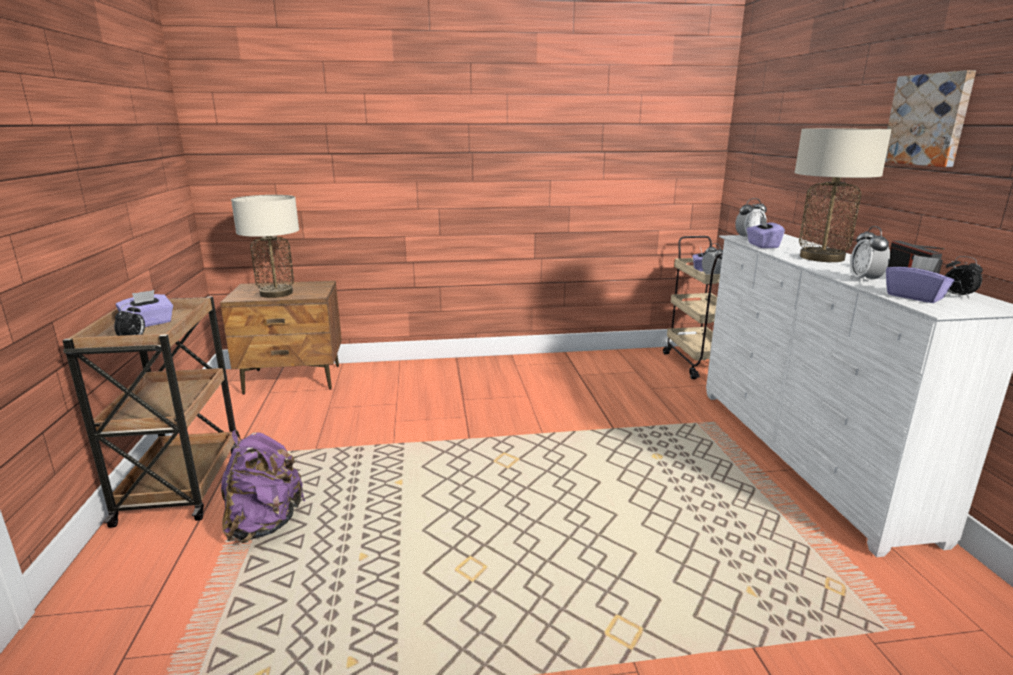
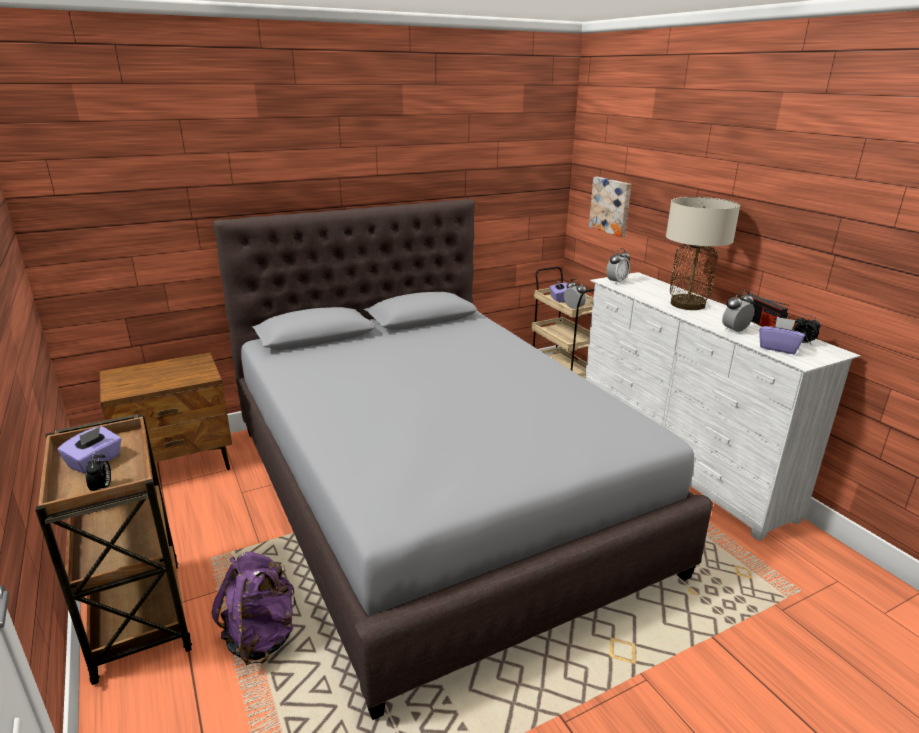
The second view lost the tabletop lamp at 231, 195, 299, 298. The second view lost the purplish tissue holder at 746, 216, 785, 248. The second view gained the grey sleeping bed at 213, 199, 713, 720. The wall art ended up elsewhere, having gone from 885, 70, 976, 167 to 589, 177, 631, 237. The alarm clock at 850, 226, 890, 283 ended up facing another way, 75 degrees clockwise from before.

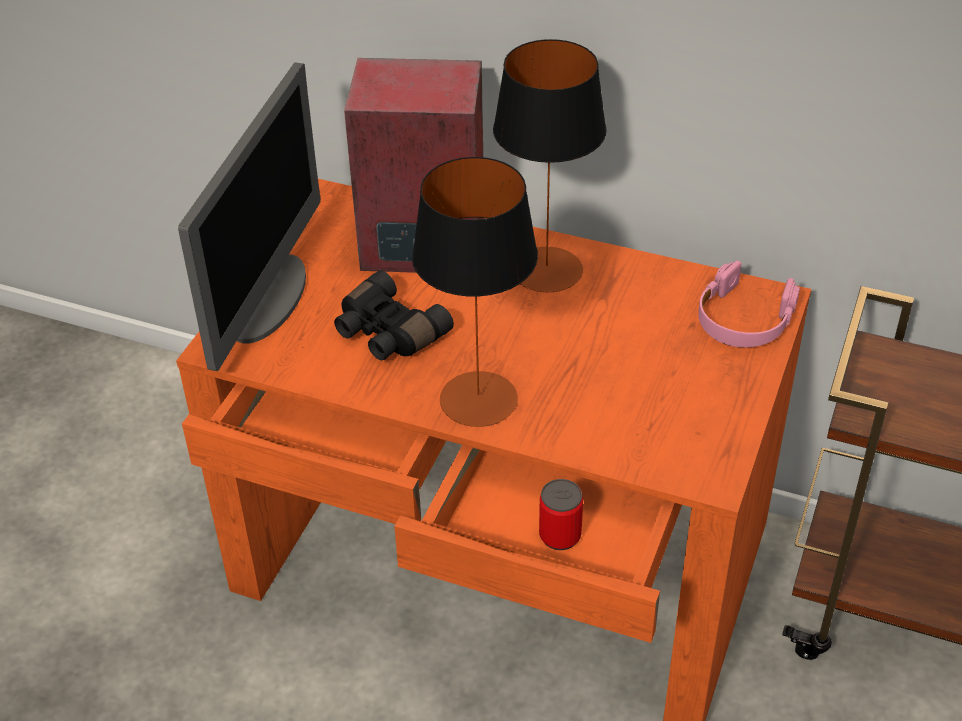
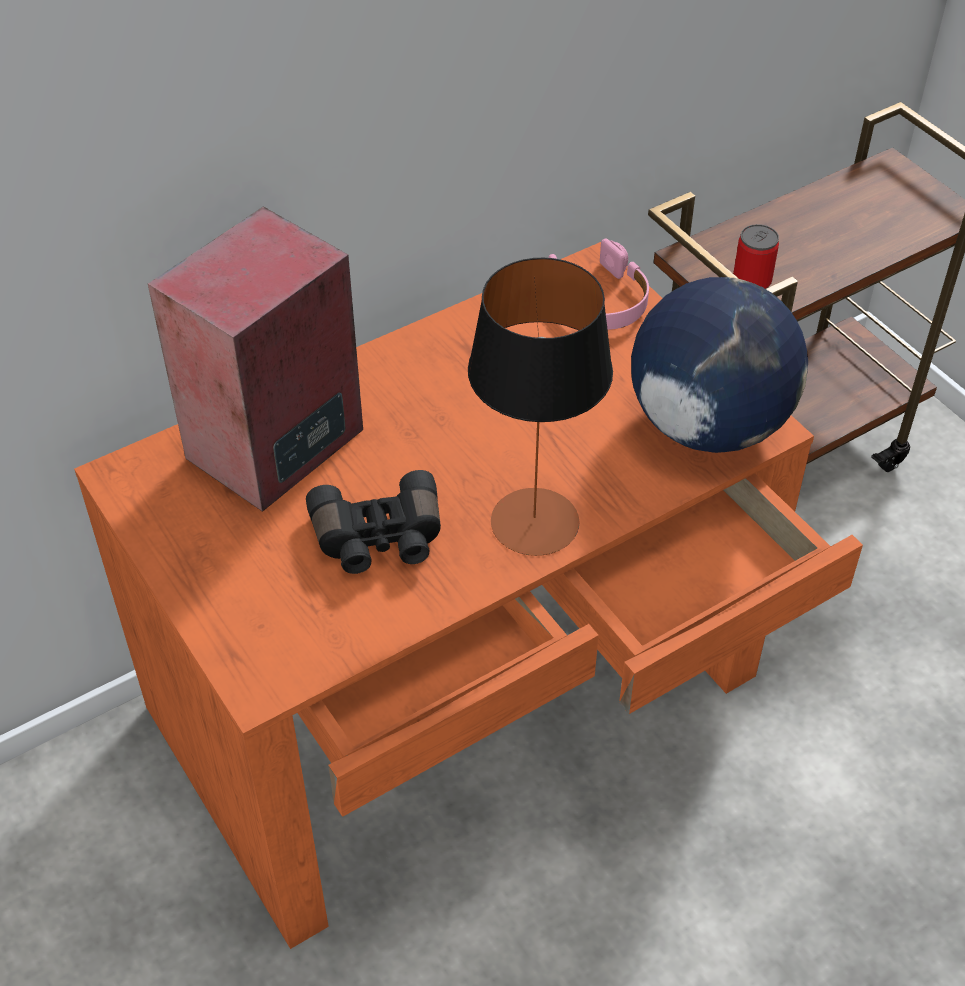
The second view lost the computer display at 178, 62, 321, 371. The second view lost the tabletop lamp at 493, 39, 607, 292. The second view gained the globe at 631, 277, 808, 453. The metal can ended up elsewhere, having gone from 539, 479, 583, 550 to 733, 224, 779, 289.

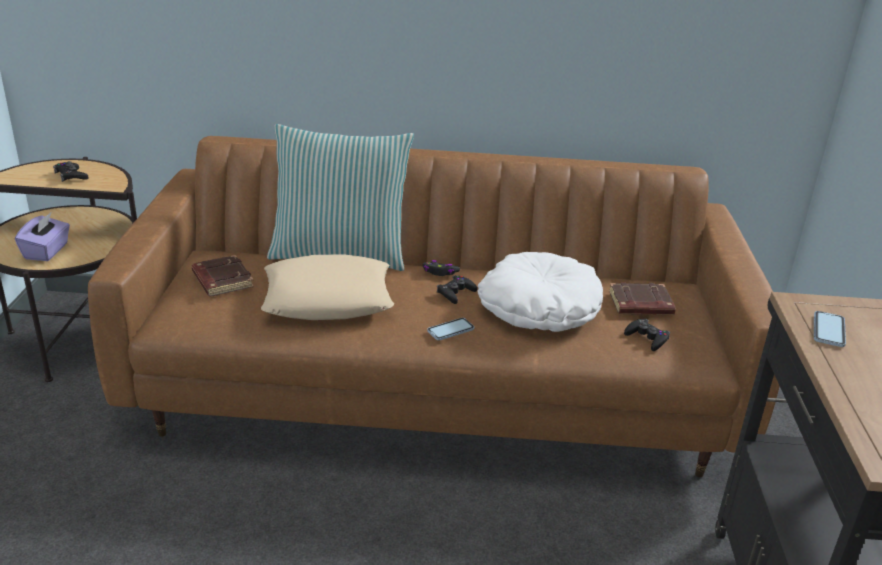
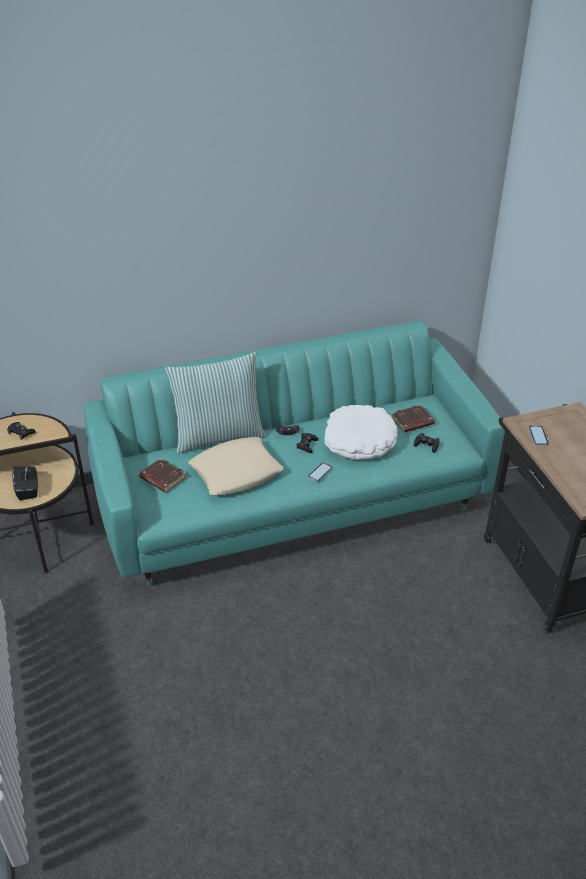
What was the purplish tissue holder at 15, 213, 70, 261 turned into the black-coloured tissue holder at 12, 466, 38, 500. What was the brownish sofa at 88, 136, 780, 477 turned into the turquoise-coloured sofa at 84, 321, 505, 585.

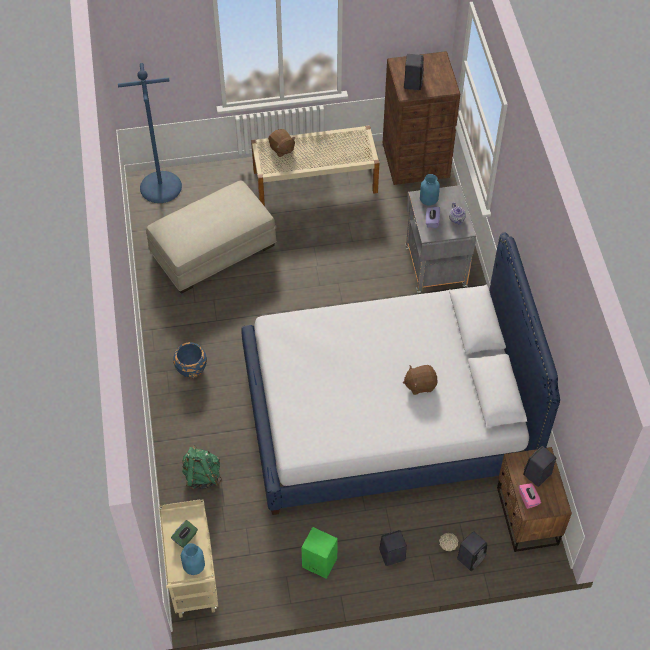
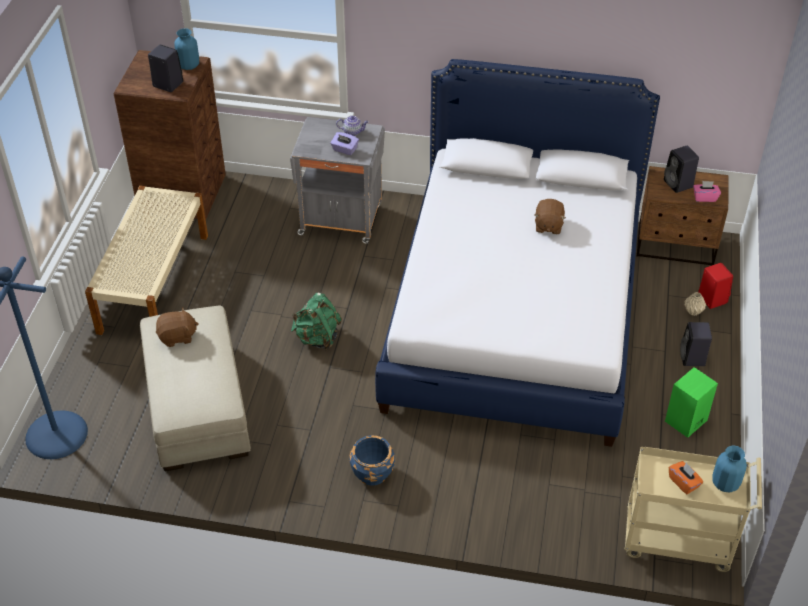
The greenish backpack ended up elsewhere, having gone from 182, 445, 222, 489 to 291, 293, 342, 350. The brownish soft toy ended up elsewhere, having gone from 268, 129, 296, 157 to 156, 307, 199, 347. The blue-coloured decorative vase ended up elsewhere, having gone from 420, 174, 440, 206 to 174, 28, 199, 70. What was the greenish tissue holder at 171, 520, 198, 548 turned into the orange-coloured tissue holder at 669, 461, 703, 494. What was the black-coloured speaker at 457, 531, 487, 571 turned into the red speaker at 698, 263, 733, 309.

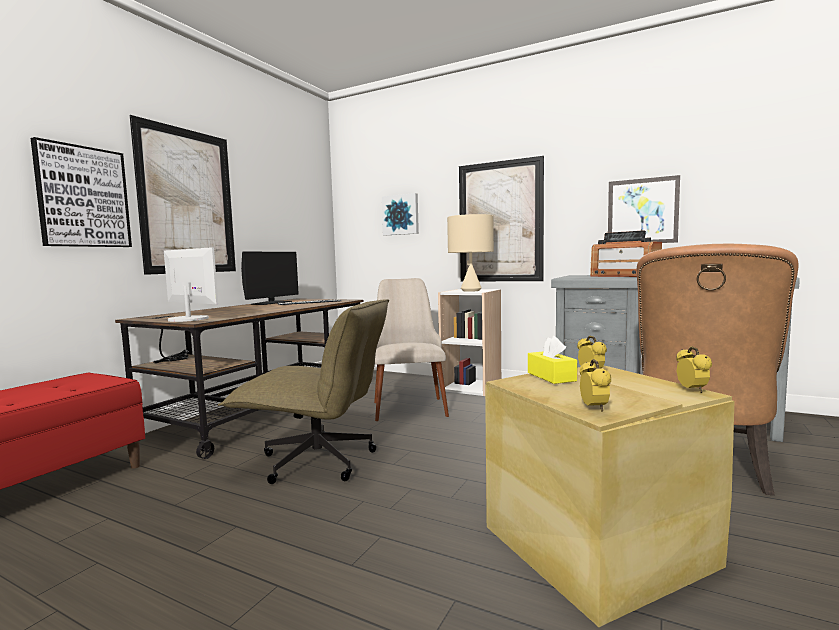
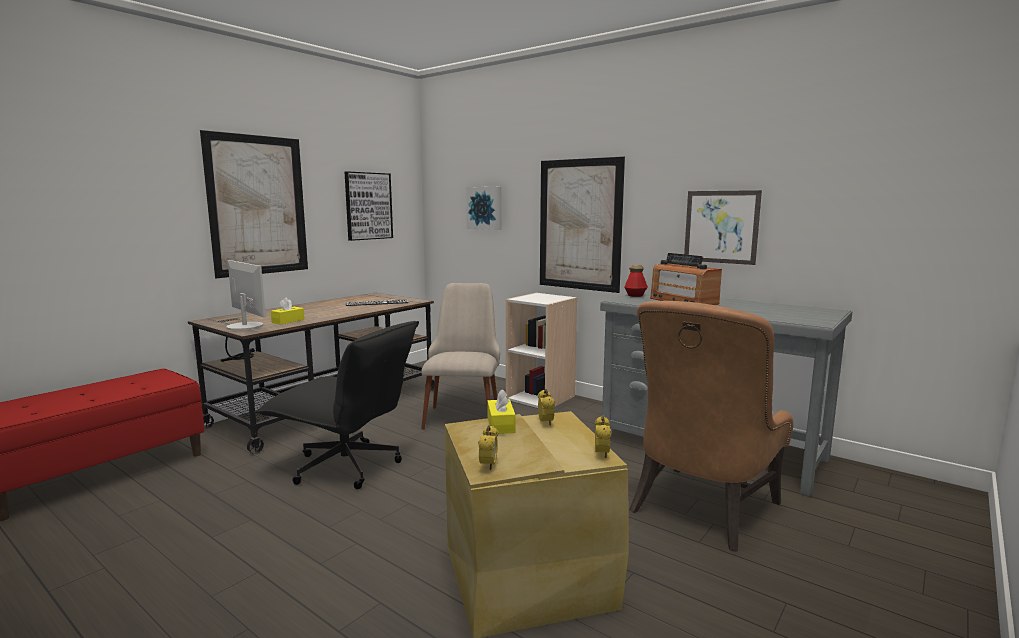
The second view lost the computer display at 241, 252, 299, 305. The second view lost the sand-coloured tabletop lamp at 447, 214, 494, 292. The second view gained the yellow-coloured tissue holder at 271, 298, 305, 324. The second view gained the beverage bottle at 624, 265, 648, 297. The wall art ended up elsewhere, having gone from 31, 137, 132, 247 to 345, 171, 393, 241. What was the sand-coloured office chair at 218, 299, 389, 484 turned into the black-coloured office chair at 254, 321, 419, 489.

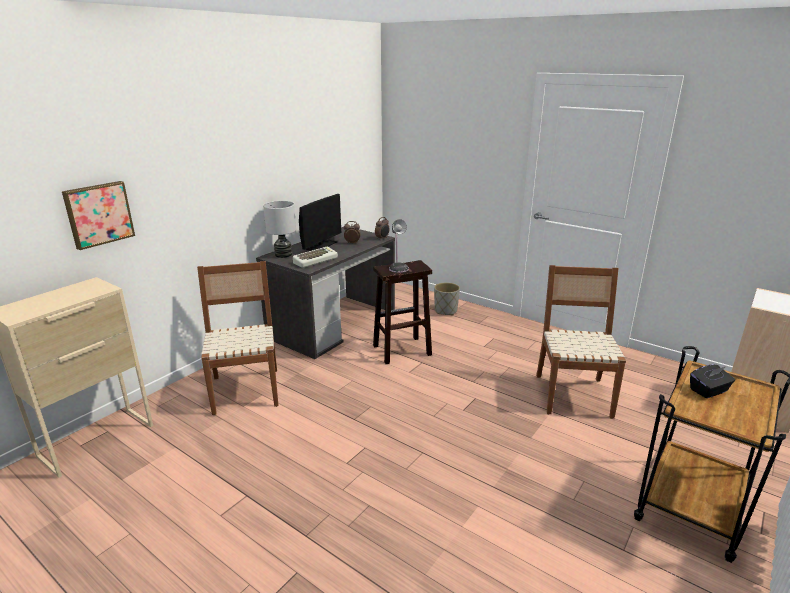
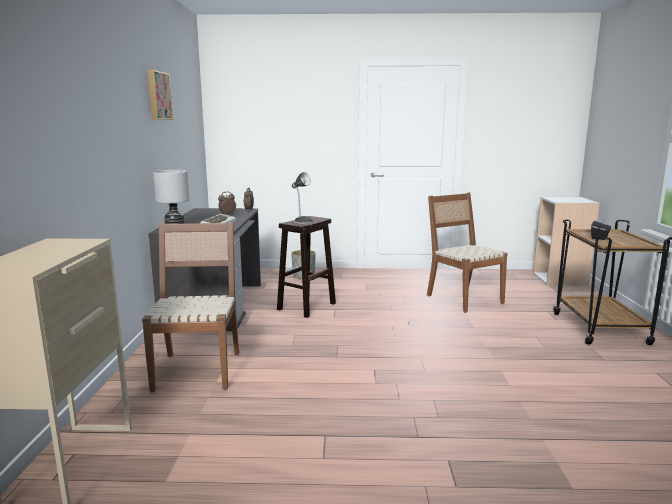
The second view lost the computer display at 299, 194, 341, 251. The wall art ended up elsewhere, having gone from 62, 181, 135, 250 to 147, 70, 173, 120. The upright chair at 197, 261, 279, 415 ended up facing another way, 45 degrees clockwise from before.

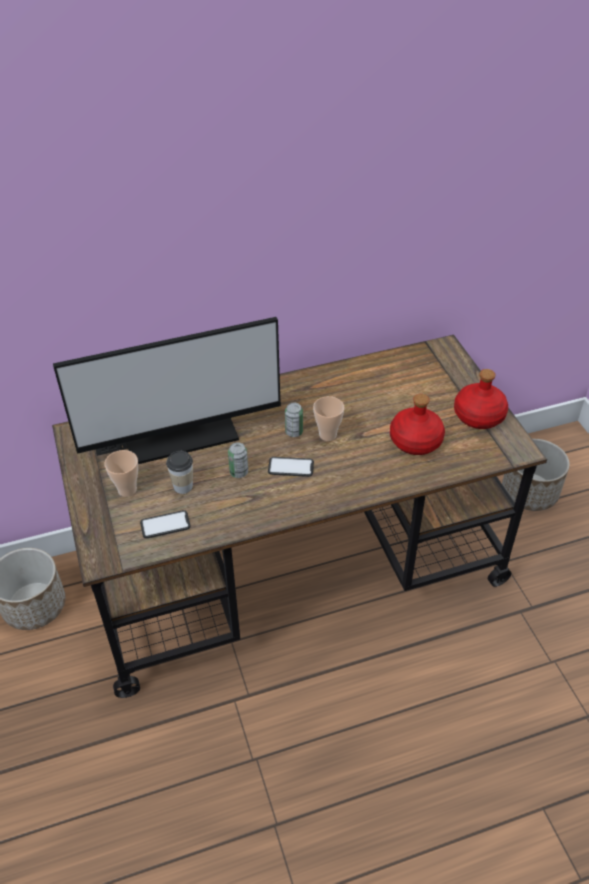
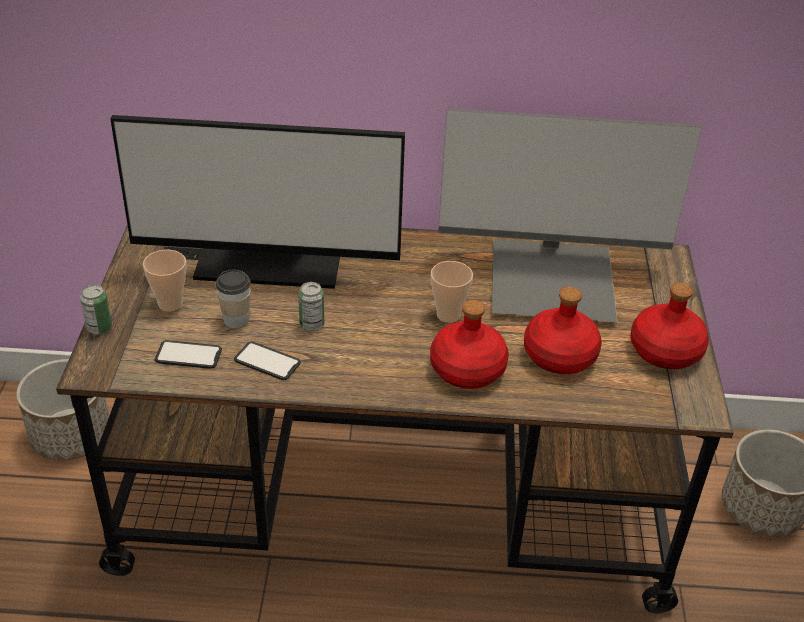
The second view gained the red beverage bottle at 430, 300, 509, 389. The second view gained the computer display at 438, 108, 702, 322. The phone ended up elsewhere, having gone from 268, 457, 314, 477 to 234, 342, 301, 380. The metal can ended up elsewhere, having gone from 285, 403, 303, 437 to 80, 285, 112, 334.

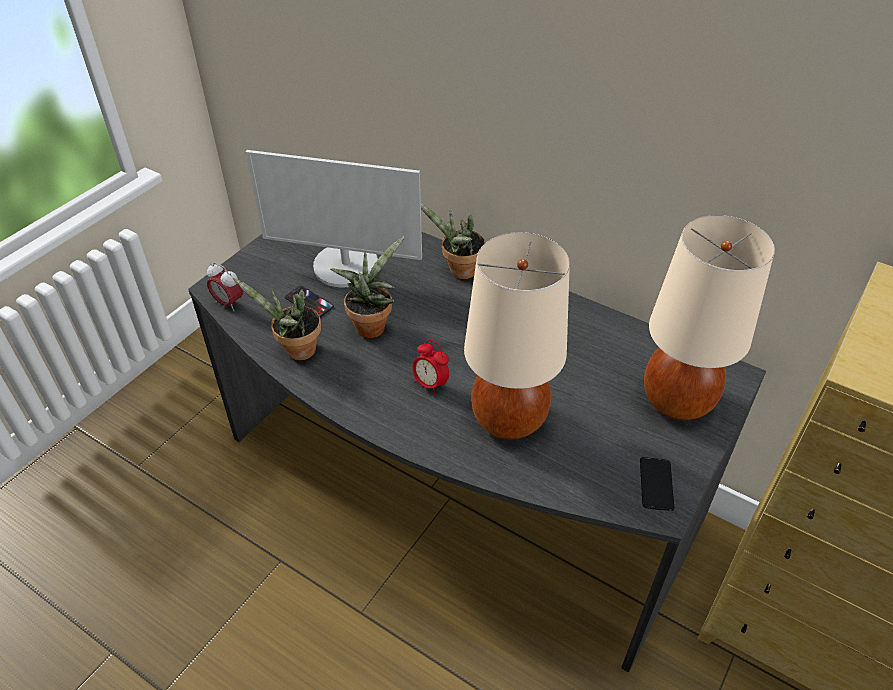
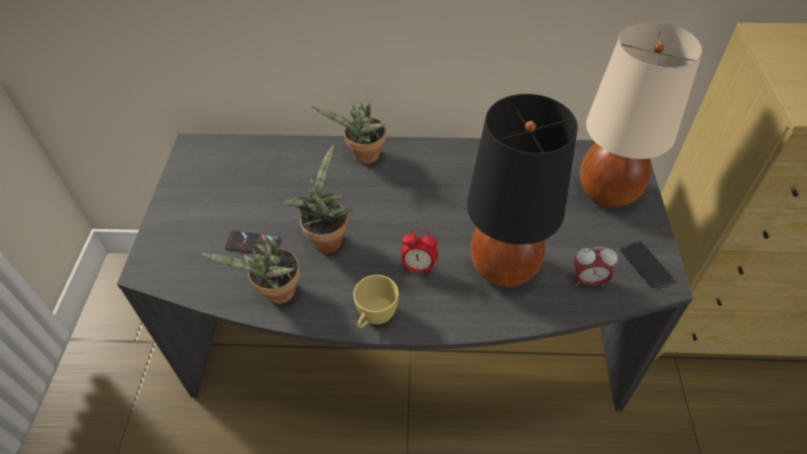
The second view lost the computer display at 246, 150, 422, 288. The second view gained the yellow-coloured drinking cup at 353, 275, 399, 328. The alarm clock ended up elsewhere, having gone from 207, 262, 243, 311 to 574, 247, 618, 287. What was the sand-coloured tabletop lamp at 464, 232, 570, 440 turned into the black-coloured tabletop lamp at 467, 94, 578, 287.

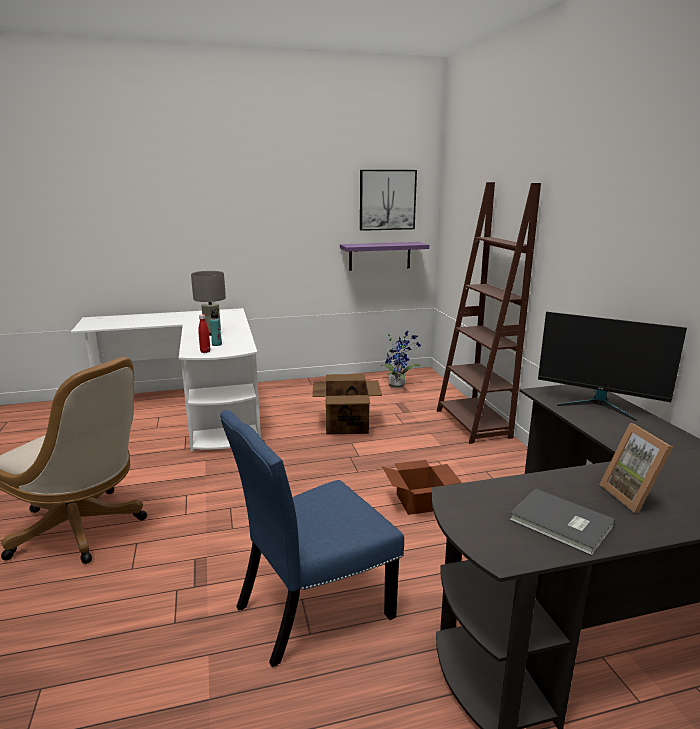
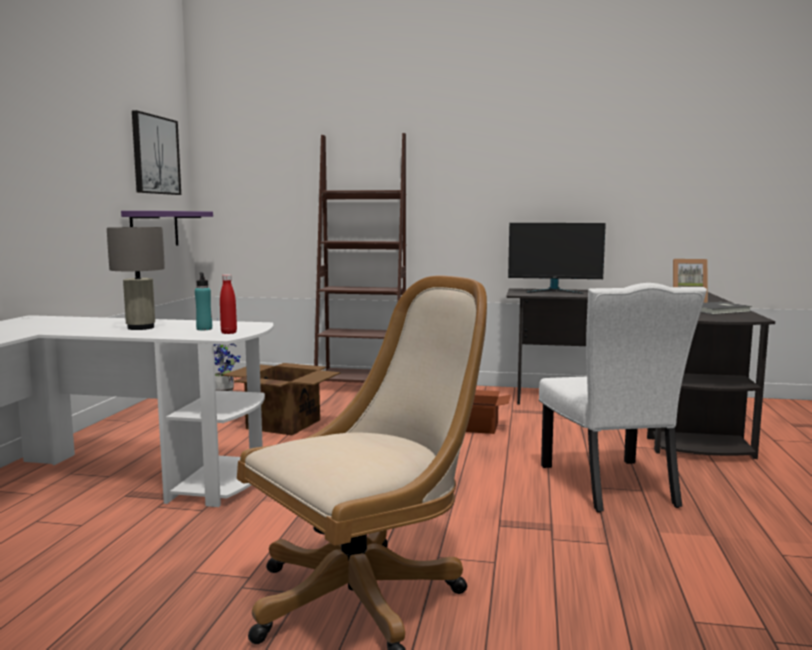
What was the blue-coloured upright chair at 220, 410, 404, 667 turned into the whitish upright chair at 539, 283, 707, 513. The computer display at 538, 312, 687, 421 ended up facing another way, 45 degrees clockwise from before.

